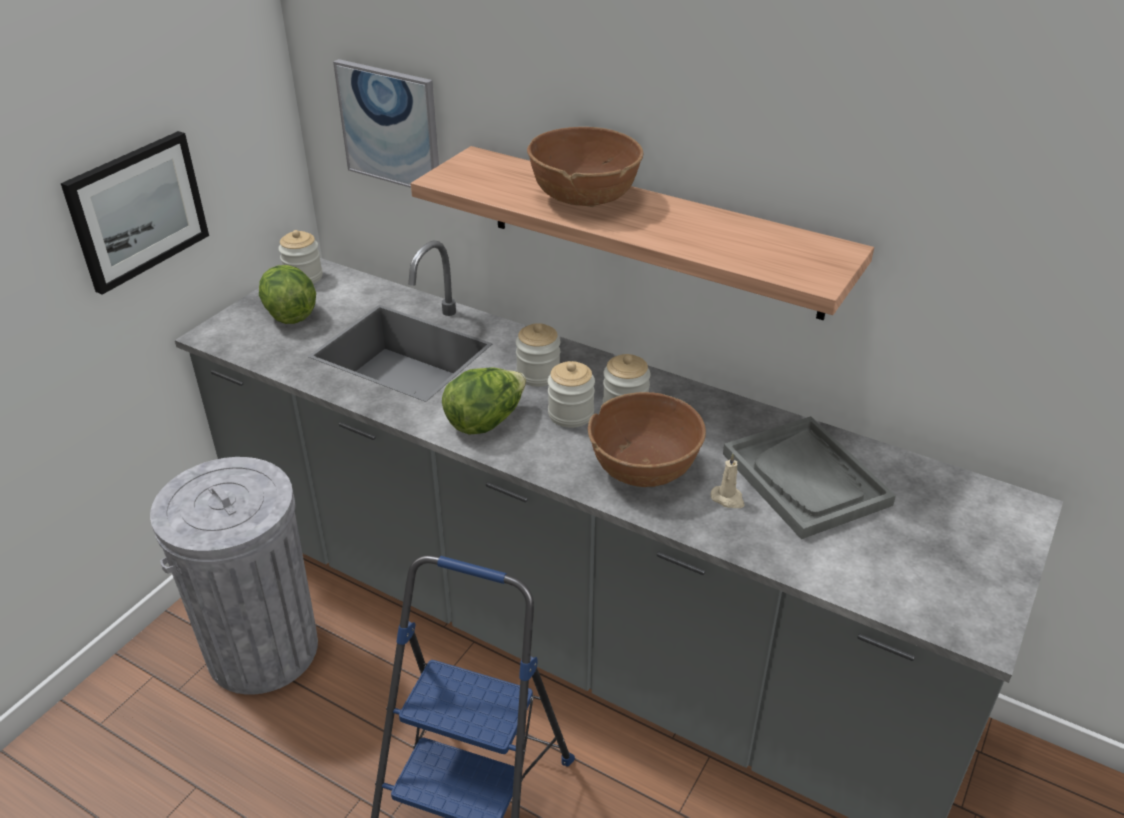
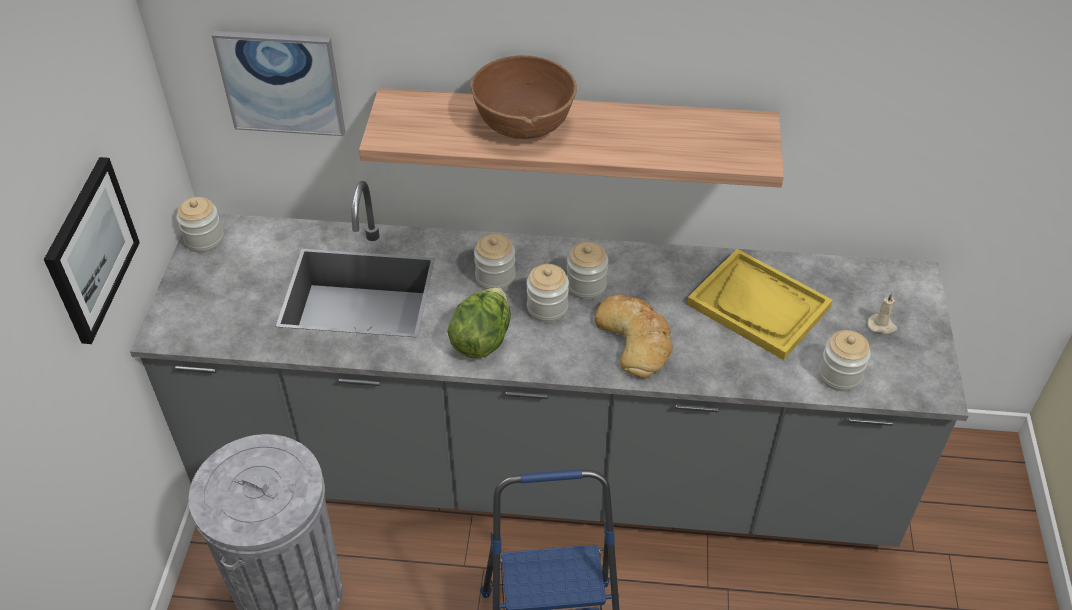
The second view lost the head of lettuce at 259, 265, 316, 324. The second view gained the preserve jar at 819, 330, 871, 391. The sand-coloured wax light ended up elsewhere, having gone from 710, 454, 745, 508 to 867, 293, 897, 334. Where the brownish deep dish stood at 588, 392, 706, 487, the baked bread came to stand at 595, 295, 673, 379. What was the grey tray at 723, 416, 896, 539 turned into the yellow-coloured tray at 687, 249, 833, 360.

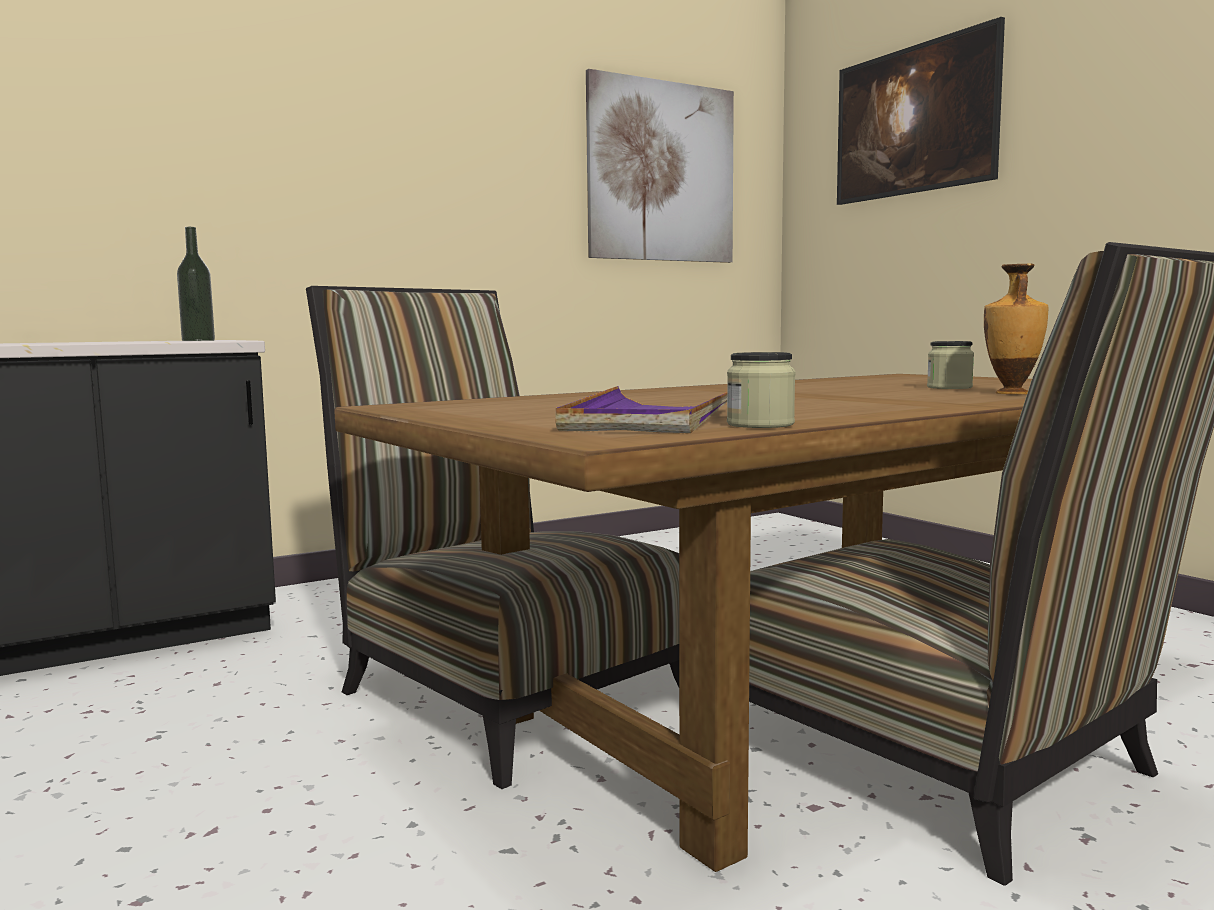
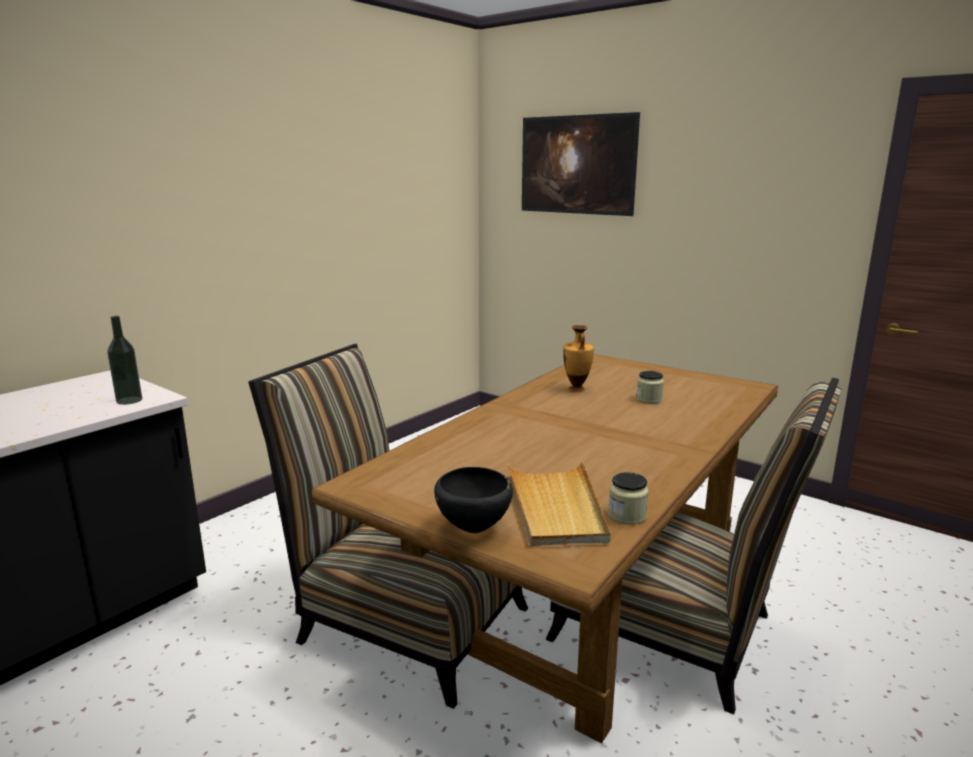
The second view lost the wall art at 586, 69, 734, 263. The second view gained the black-coloured deep dish at 434, 467, 513, 533. The decorative vase ended up elsewhere, having gone from 984, 264, 1048, 394 to 563, 325, 594, 392. What was the purplish tray at 556, 386, 727, 433 turned into the sand-coloured tray at 508, 461, 610, 546.

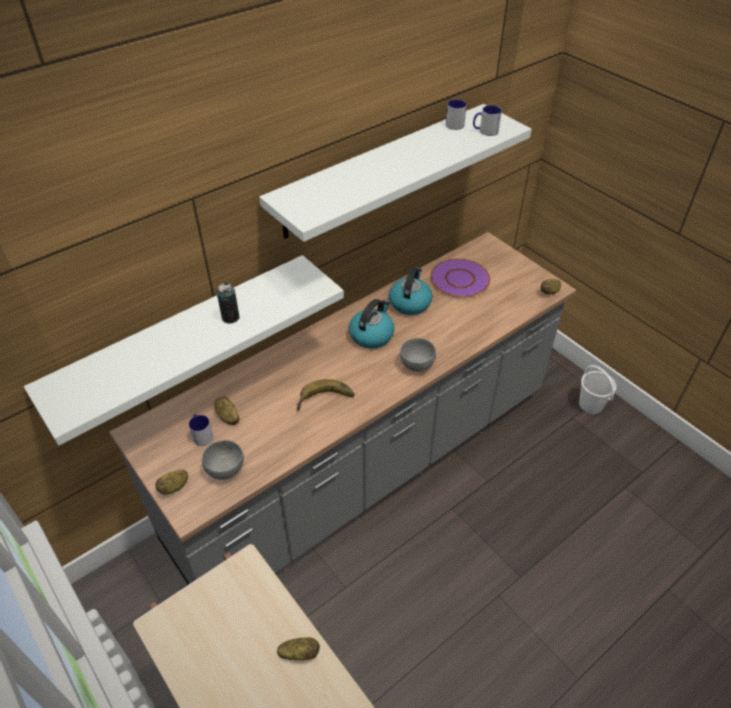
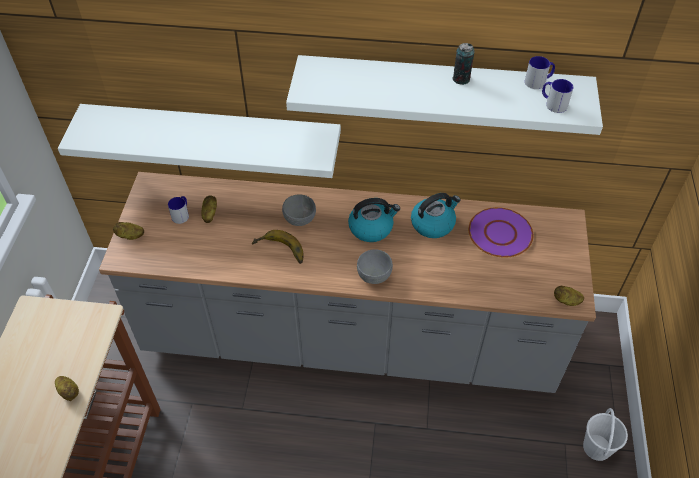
The grey deep dish ended up elsewhere, having gone from 202, 440, 244, 480 to 282, 194, 316, 226. The metal can ended up elsewhere, having gone from 217, 283, 239, 324 to 452, 43, 474, 85.

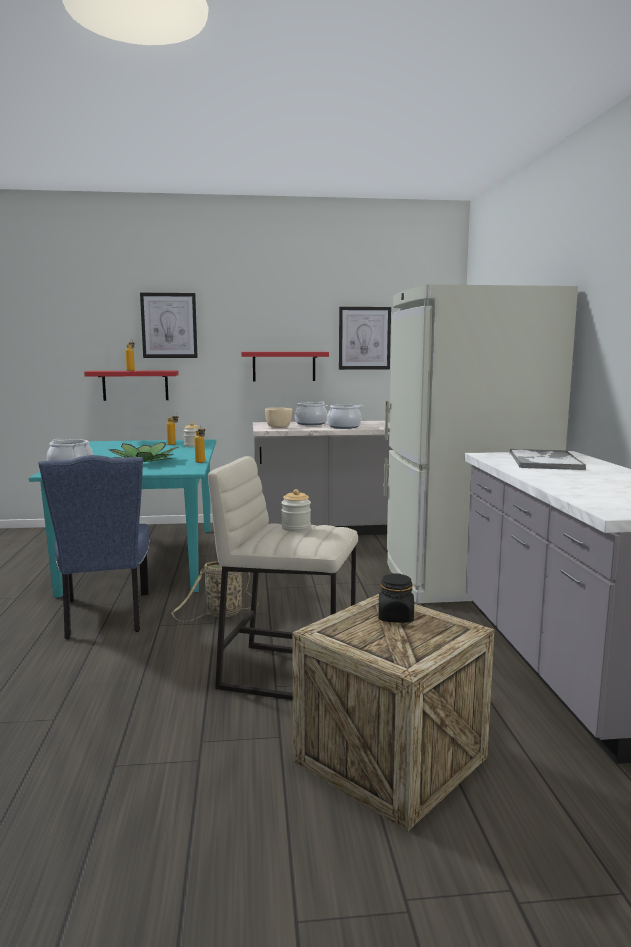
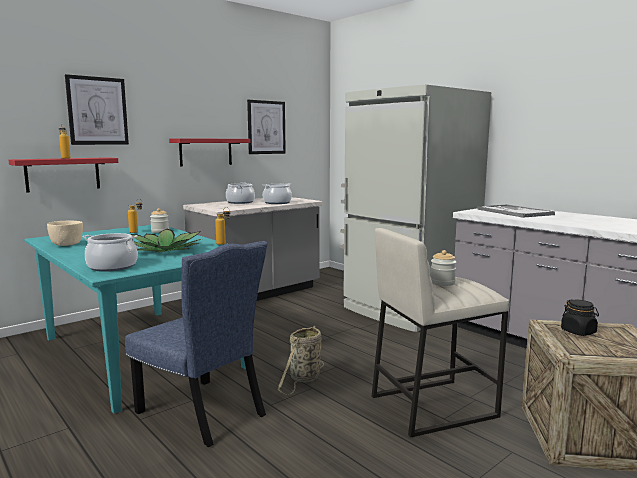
The sand-coloured deep dish ended up elsewhere, having gone from 265, 407, 293, 428 to 47, 221, 83, 246.

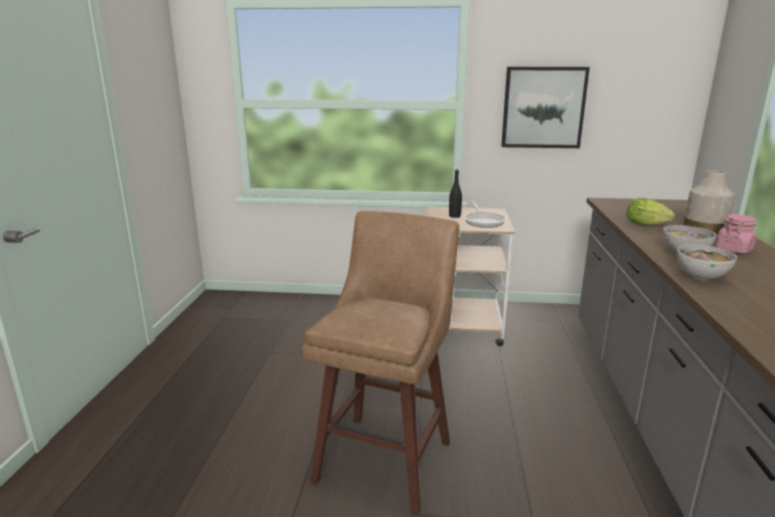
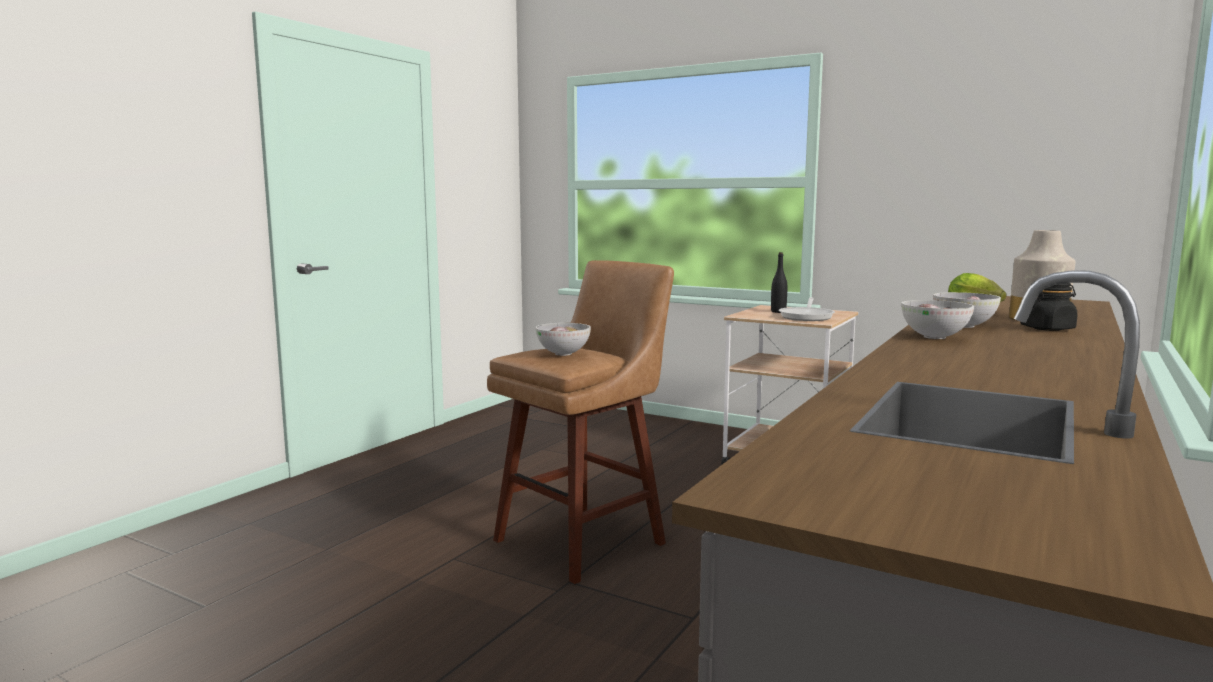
The second view lost the wall art at 501, 67, 590, 148. The second view gained the deep dish at 536, 323, 591, 356. What was the pinkish preserve jar at 715, 214, 756, 254 turned into the black-coloured preserve jar at 1020, 281, 1078, 331.

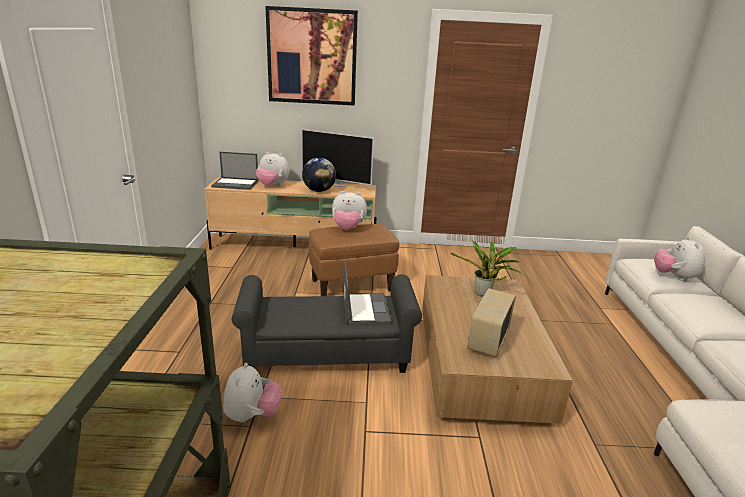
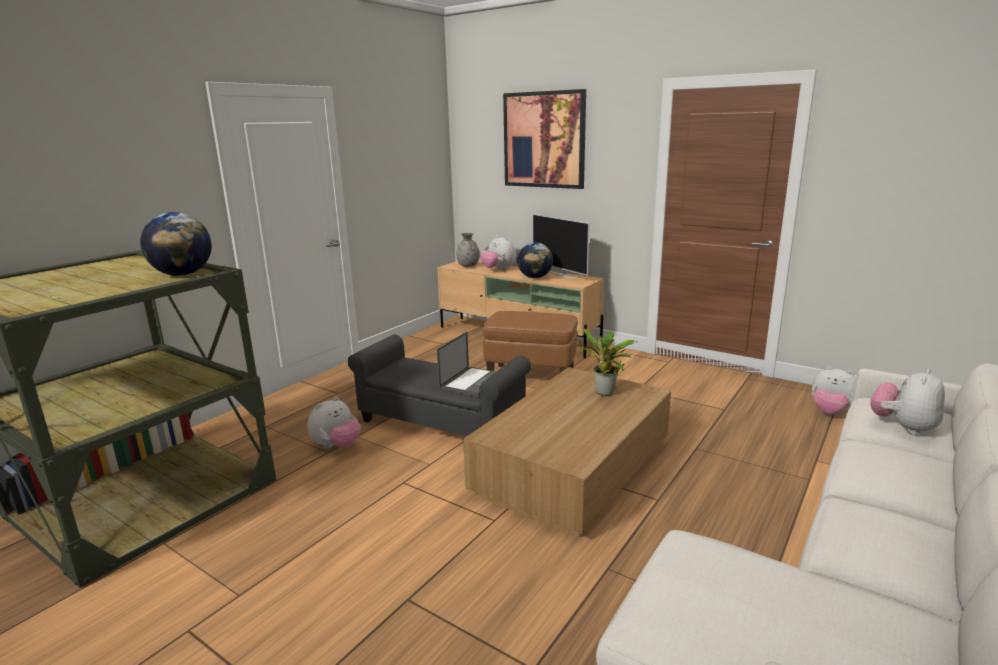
The second view lost the radio set at 468, 288, 516, 357. The second view gained the globe at 140, 212, 212, 276. The soft toy ended up elsewhere, having gone from 332, 191, 367, 230 to 812, 366, 856, 414. Where the notebook computer stood at 211, 152, 259, 190, the grey decorative vase came to stand at 456, 233, 480, 267.

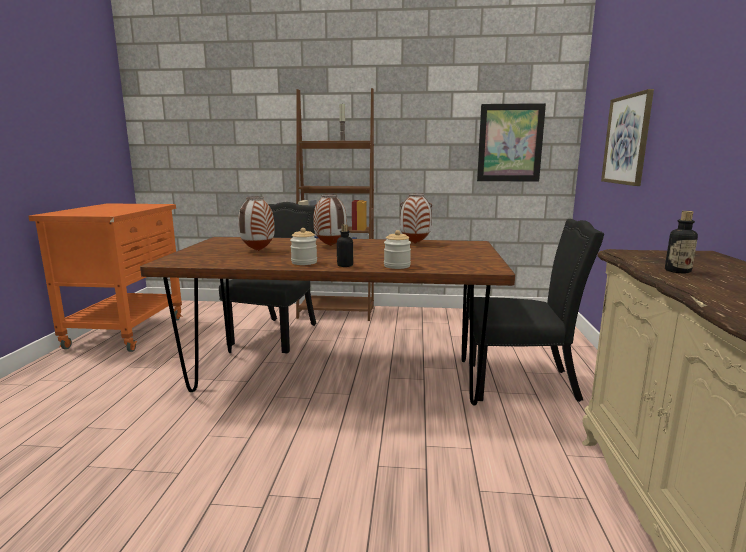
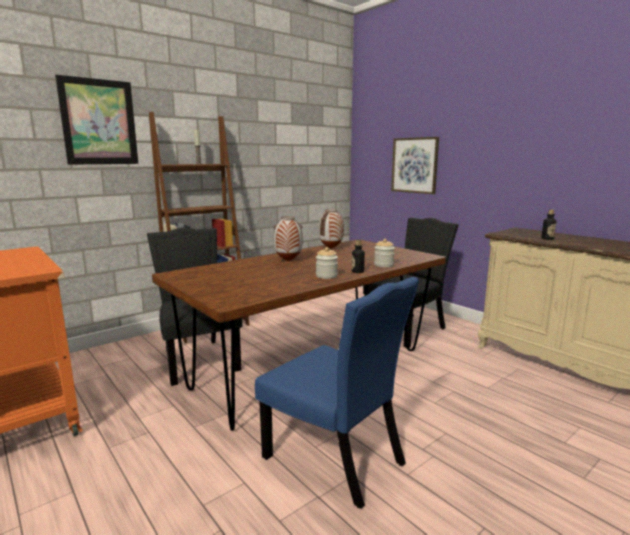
The second view lost the decorative vase at 238, 196, 275, 251. The second view gained the blue-coloured upright chair at 255, 277, 419, 509. The wall art ended up elsewhere, having gone from 477, 103, 546, 182 to 55, 75, 138, 165.

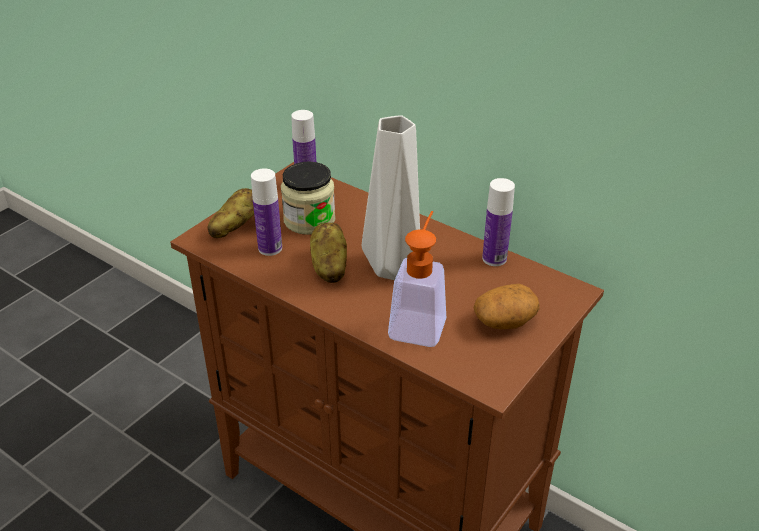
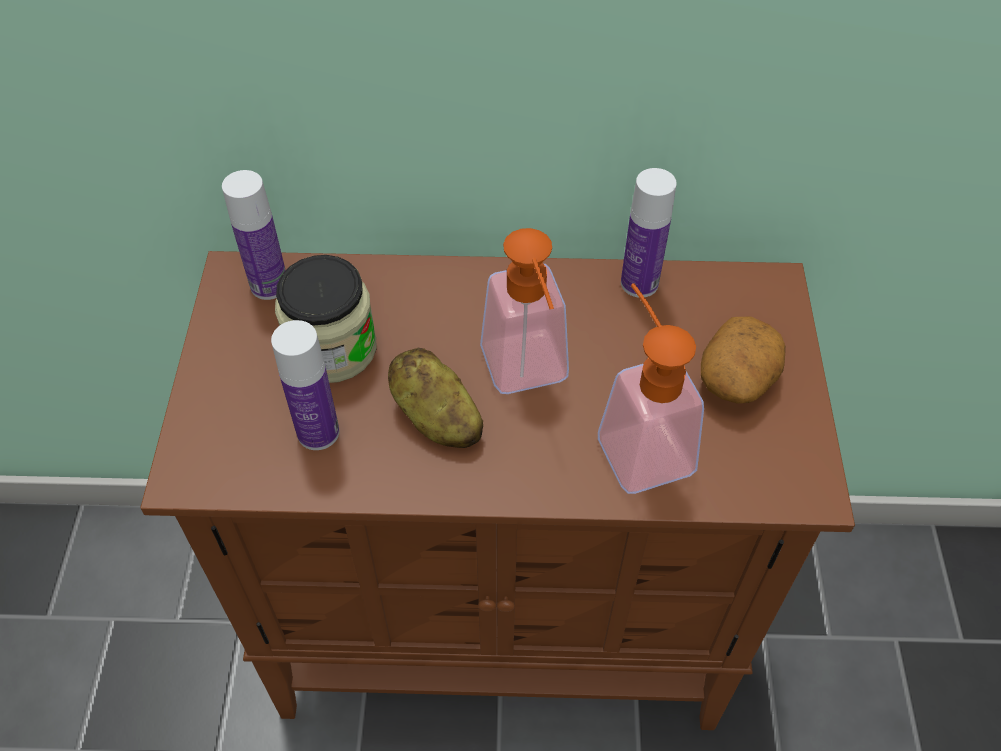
The second view lost the spud at 208, 188, 254, 238. Where the grey decorative vase stood at 362, 115, 420, 280, the soap bottle came to stand at 480, 228, 569, 394.

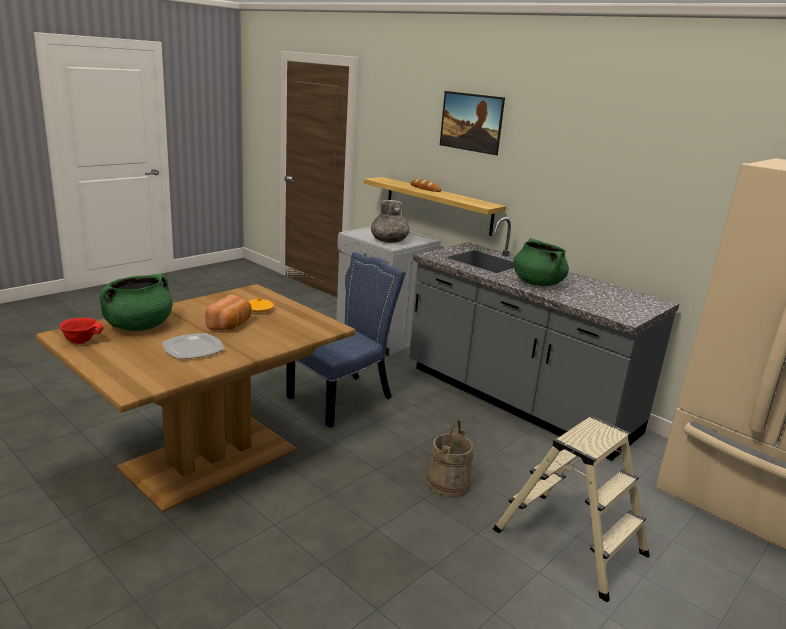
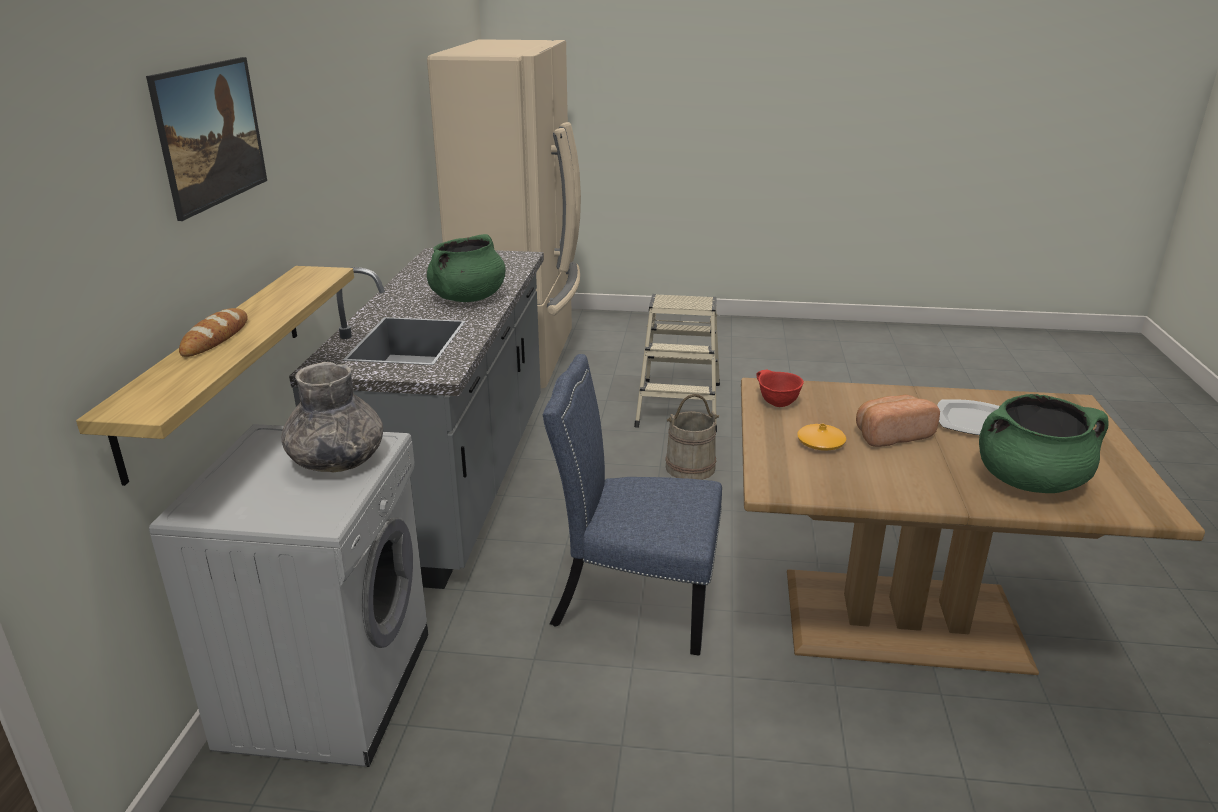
The red deep dish ended up elsewhere, having gone from 60, 318, 104, 344 to 756, 370, 804, 407.

